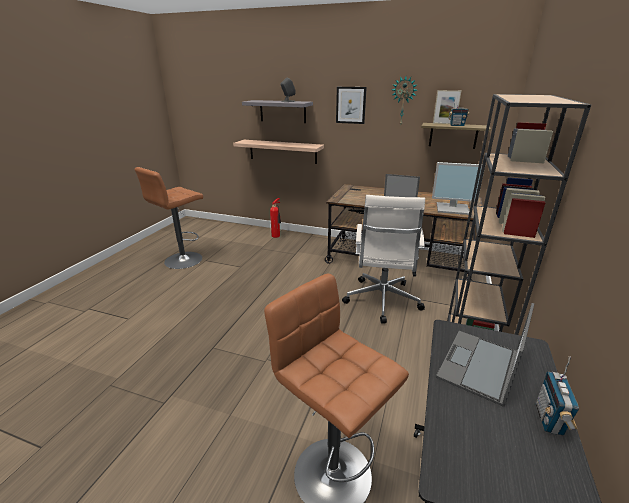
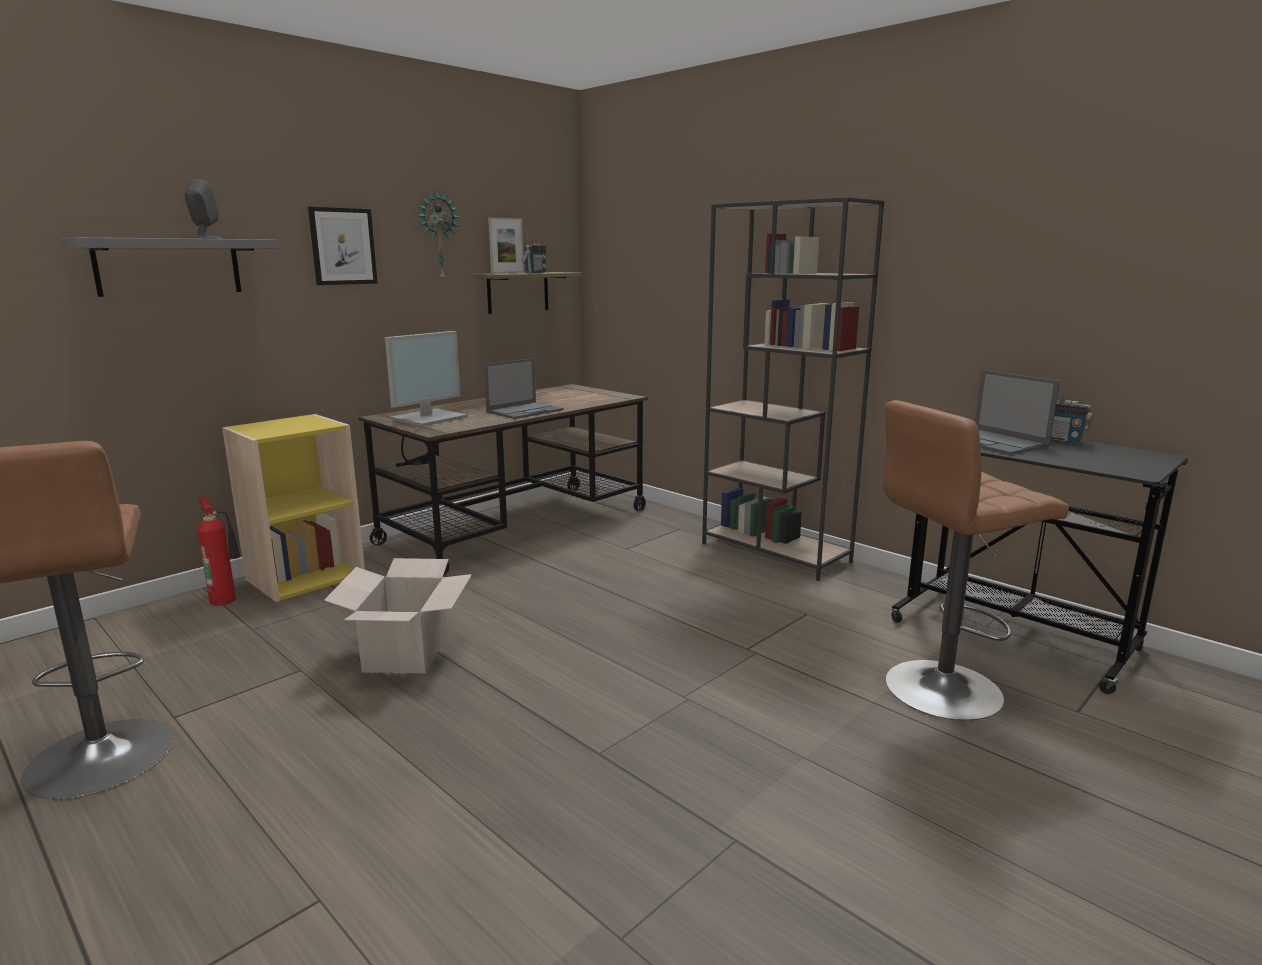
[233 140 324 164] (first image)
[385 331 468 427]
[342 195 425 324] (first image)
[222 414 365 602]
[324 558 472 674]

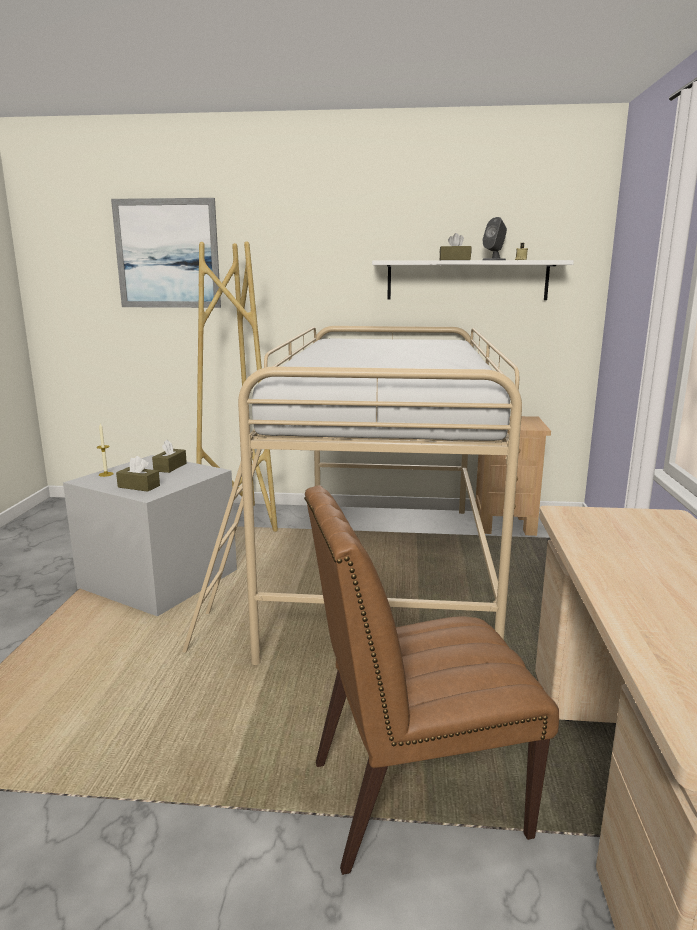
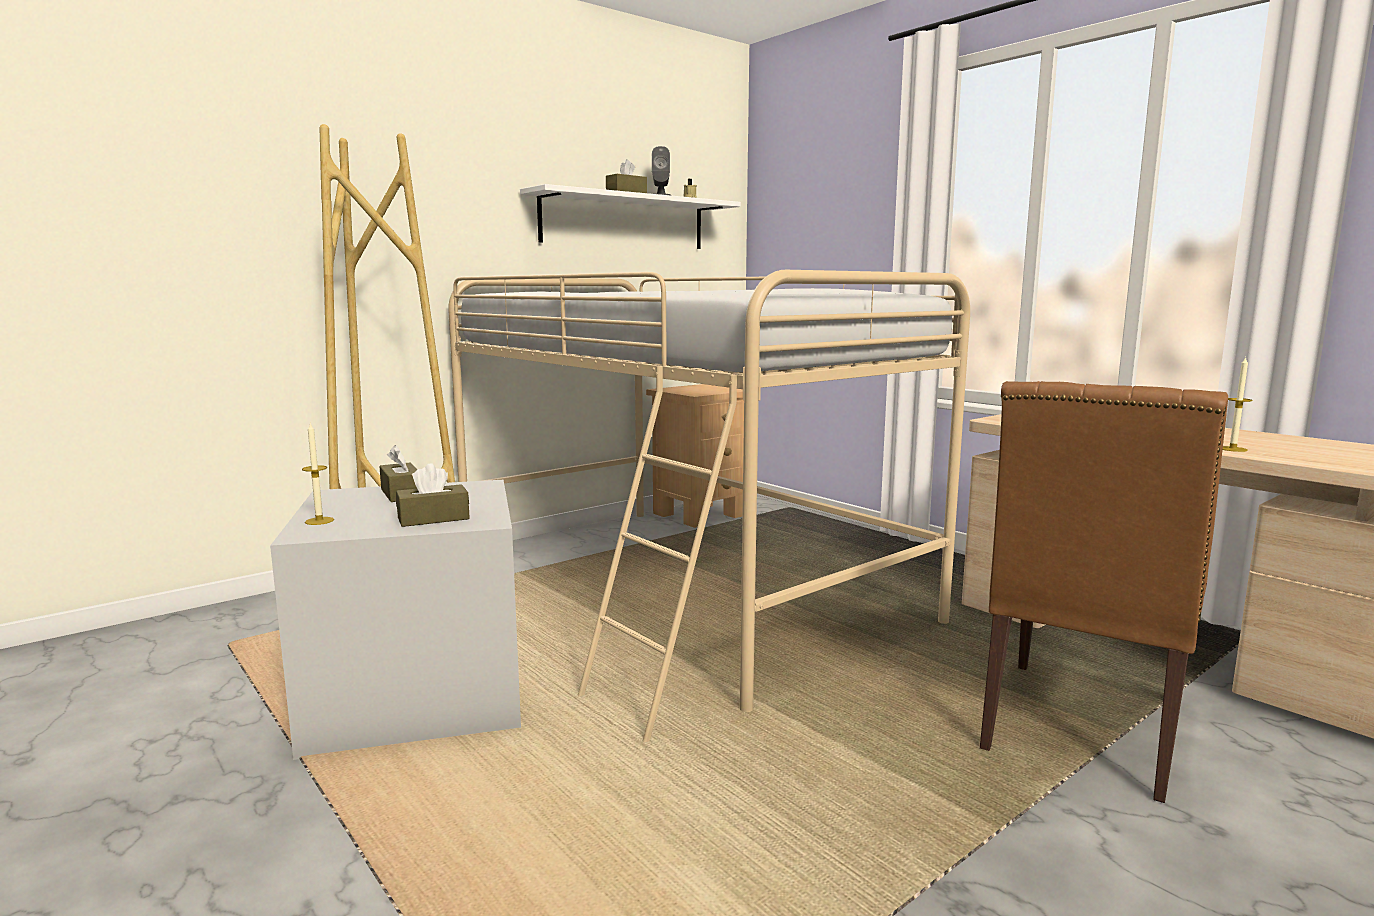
[111 198 221 308] (first image)
[1223 357 1253 452]

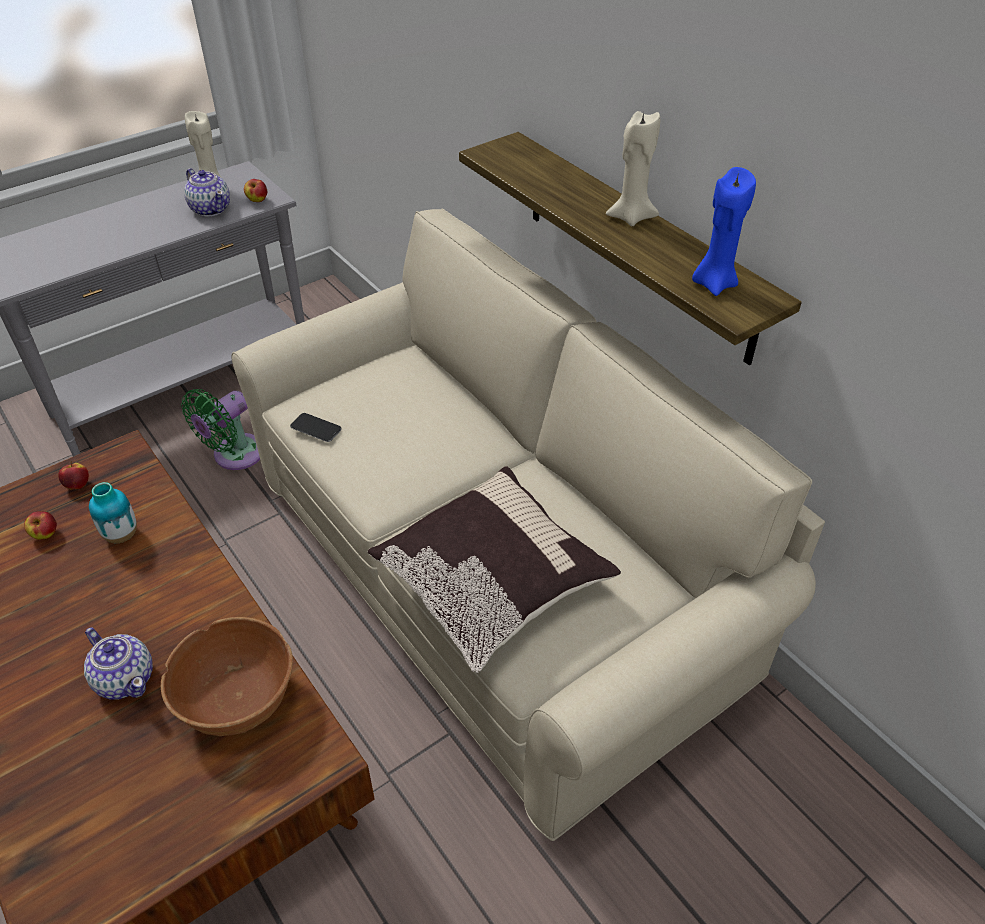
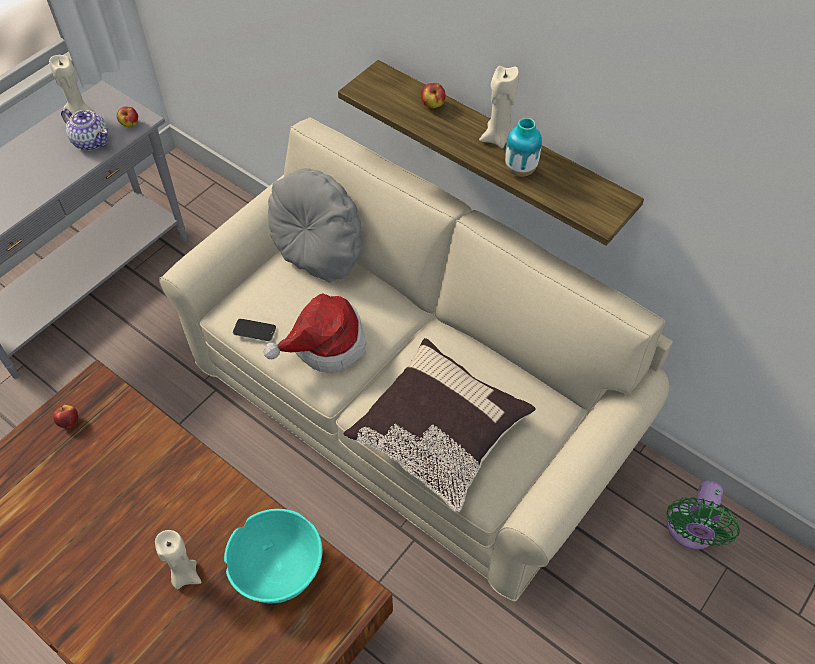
[692 167 756 296] (first image)
[667 481 740 550]
[505 117 542 177]
[421 83 446 108]
[224 509 322 604]
[155 530 201 589]
[268 168 362 283]
[263 293 366 373]

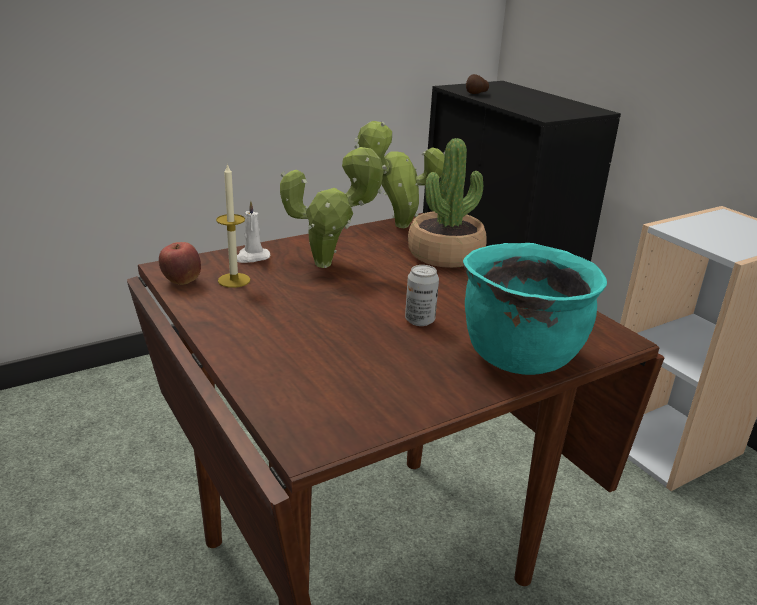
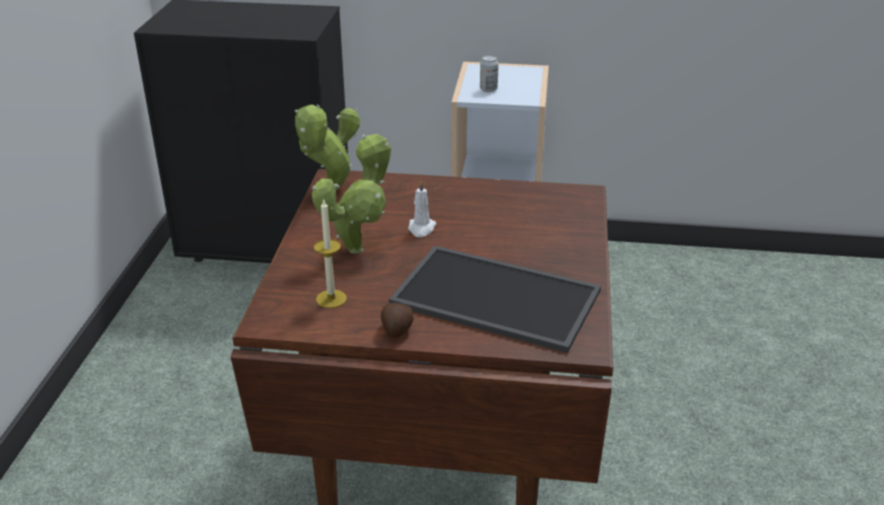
[381 303 414 338]
[408 138 487 268] (first image)
[408 180 437 237]
[159 242 201 285] (first image)
[463 243 607 375] (first image)
[480 55 499 92]
[389 246 601 353]

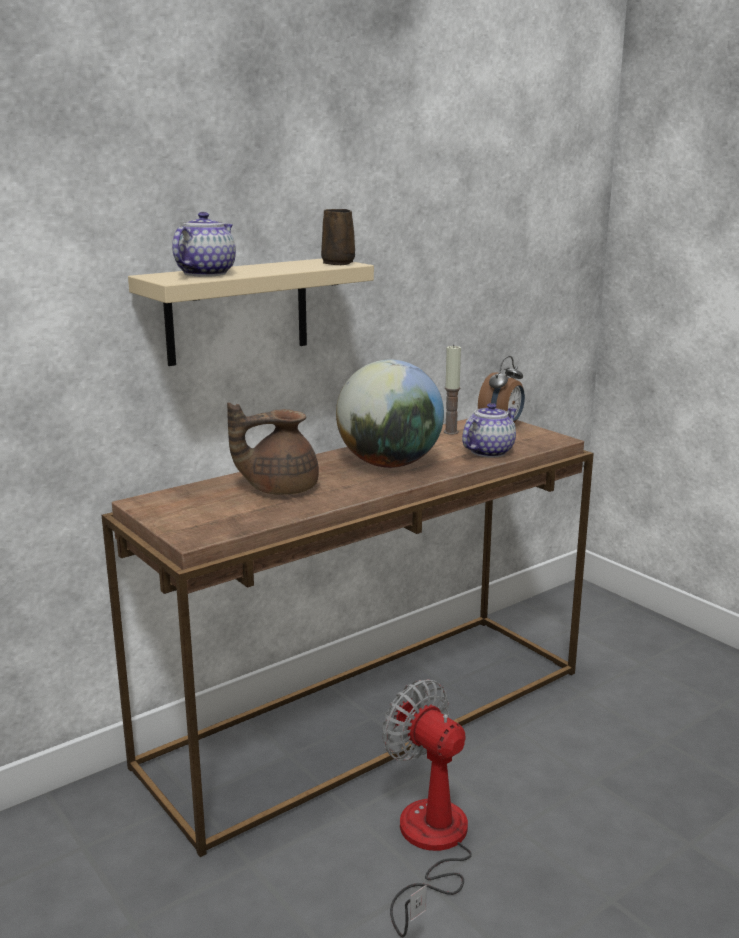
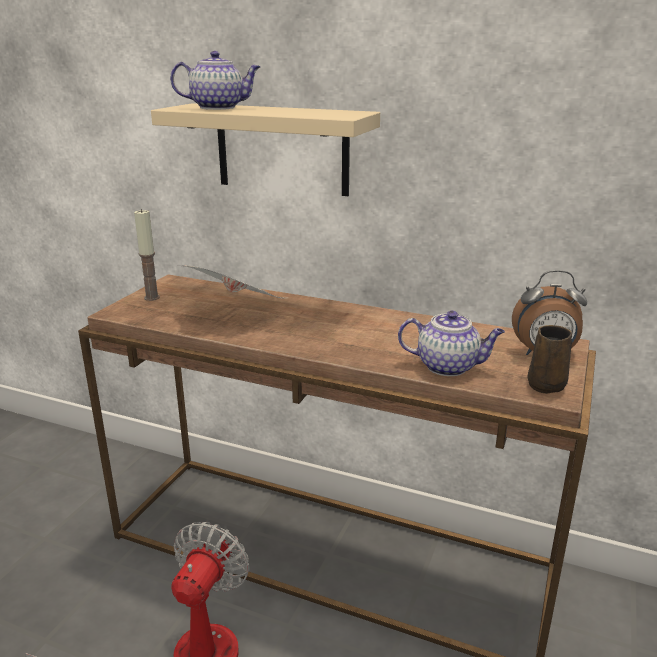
[527 325 572 394]
[134 209 160 301]
[336 359 444 468] (first image)
[184 265 286 299]

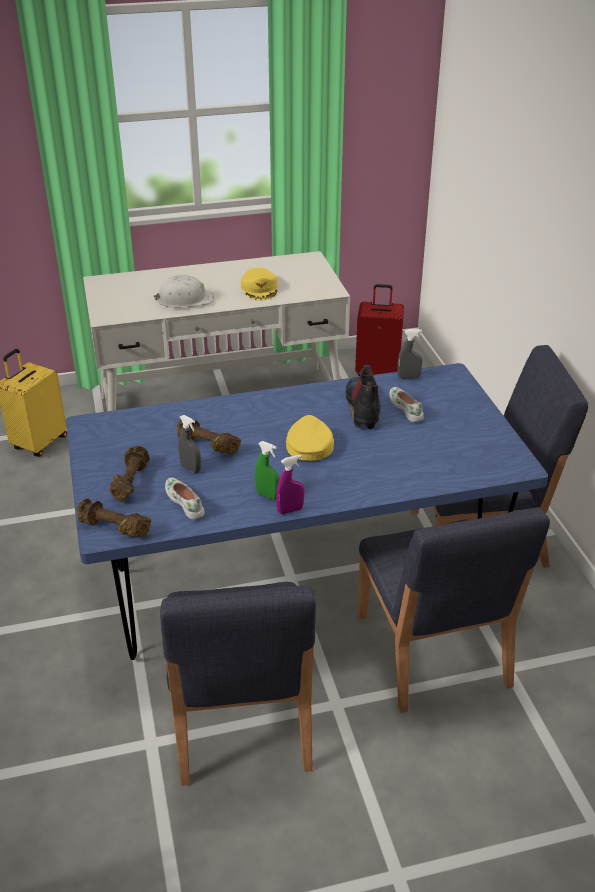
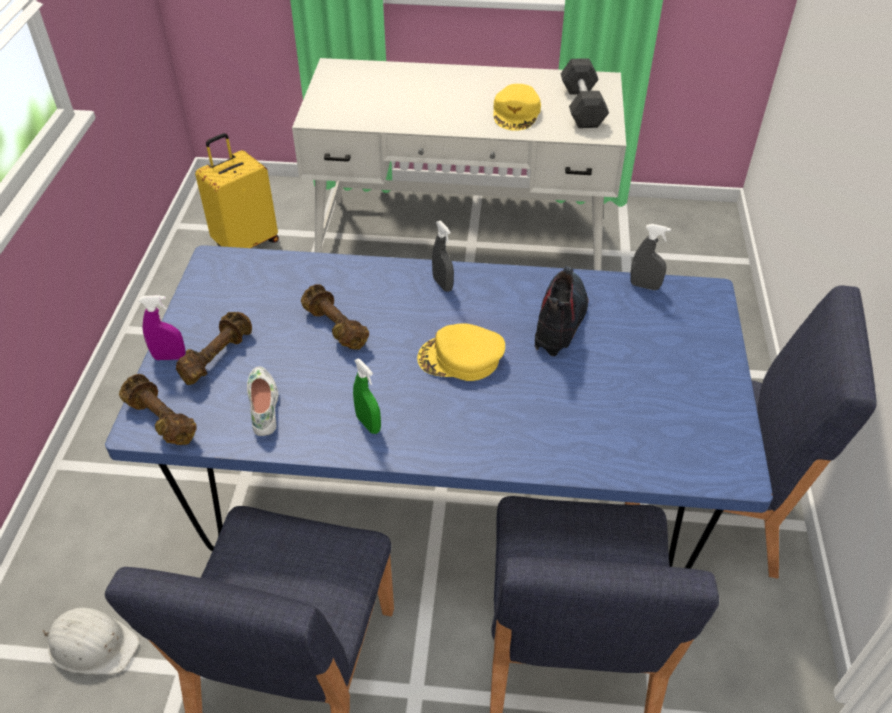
[43 608 140 675]
[355 284 404 376] (first image)
[389 387 424 422] (first image)
[432 221 454 292]
[417 323 505 381]
[139 295 186 360]
[561 58 609 128]

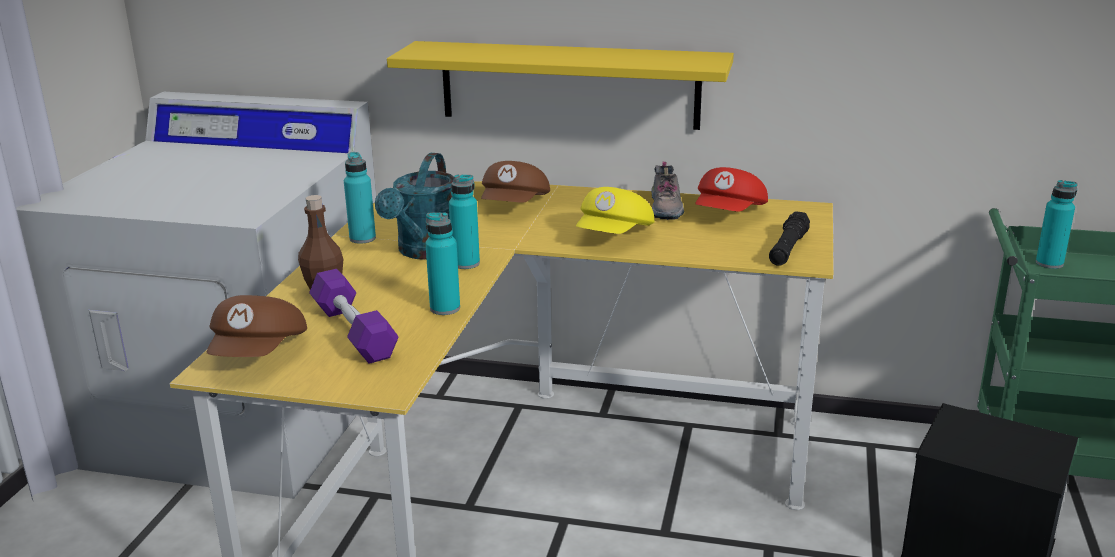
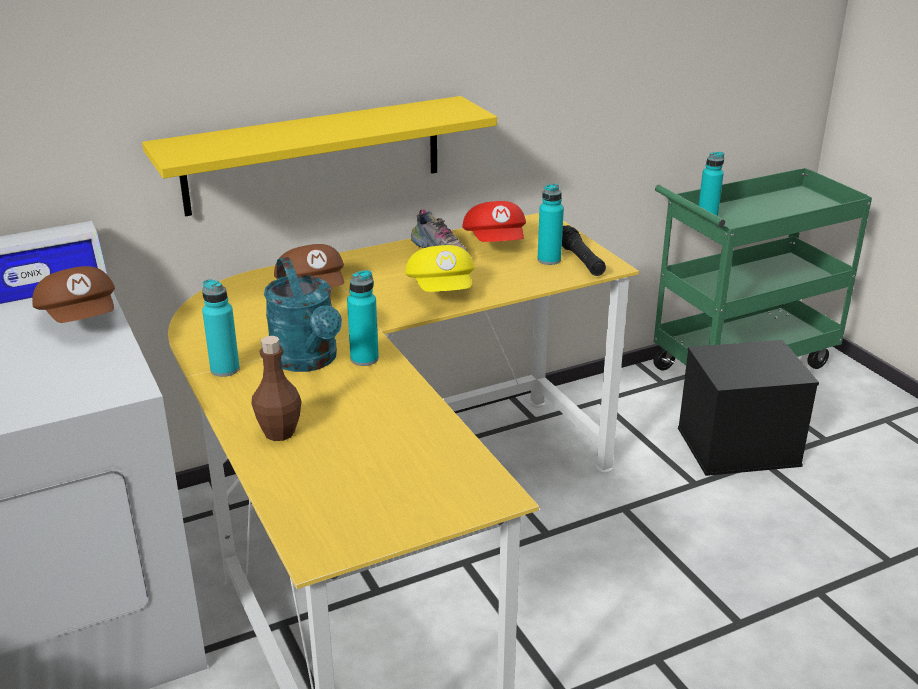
[537 183 564 265]
[309 269 399 364] (first image)
[32 266 115 323]

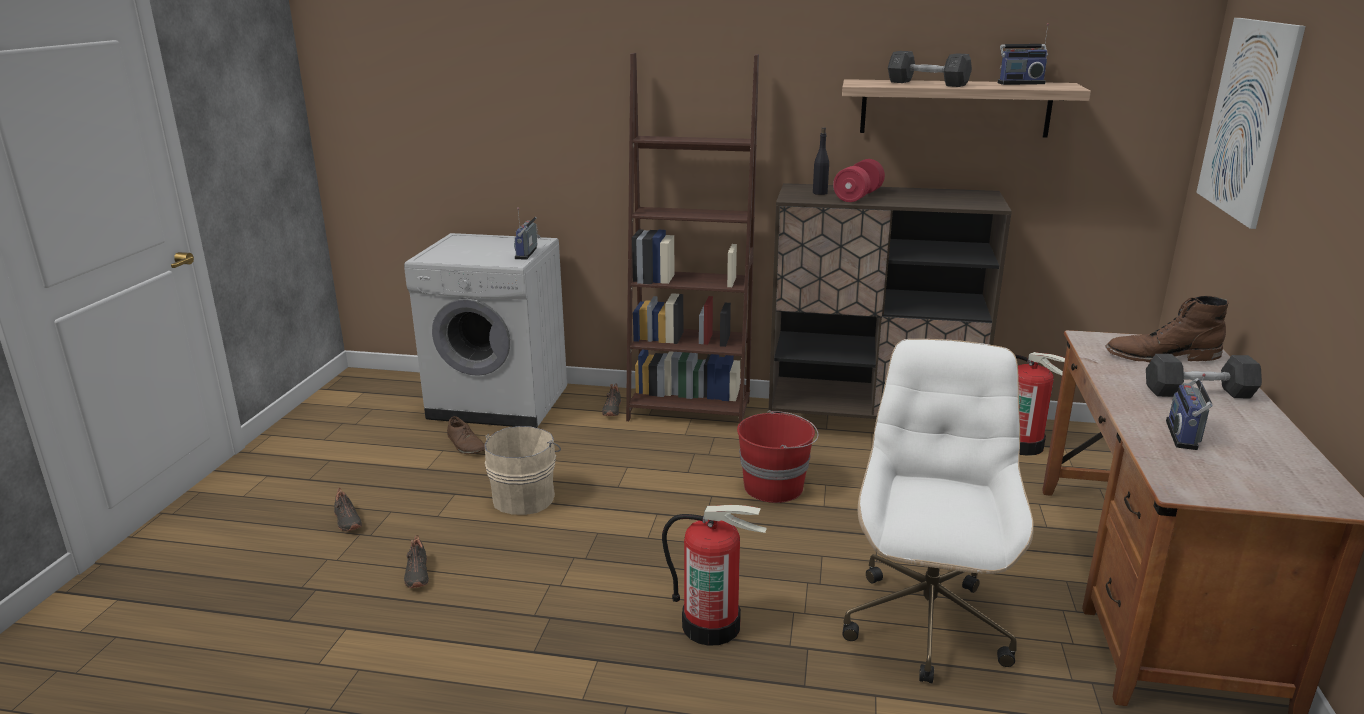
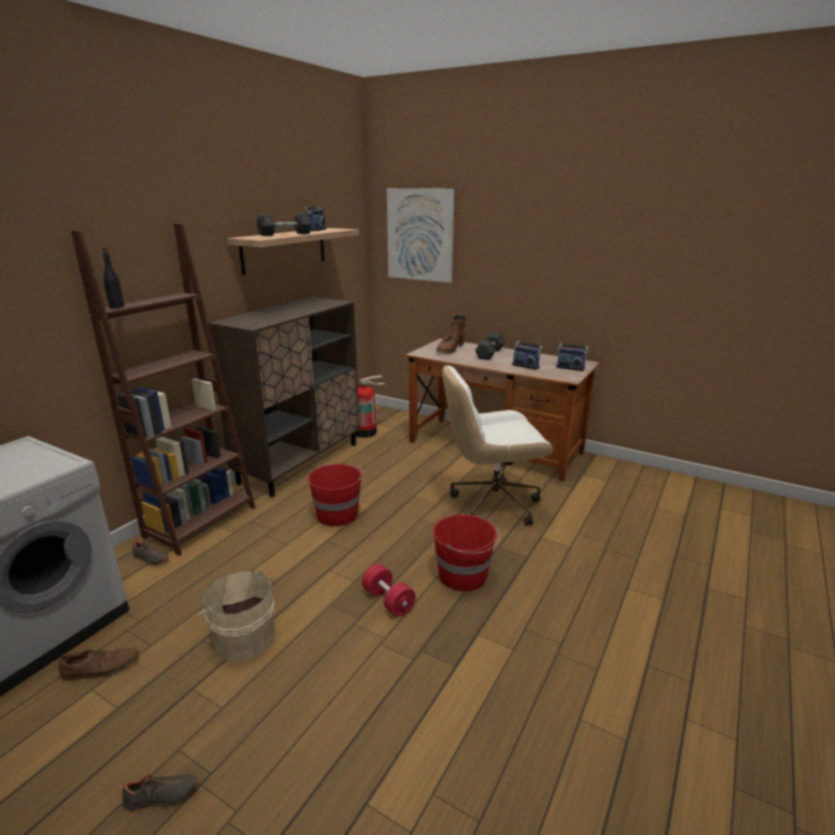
[102 247 124 308]
[362 564 416 617]
[556 335 588 371]
[442 365 553 525]
[433 514 500 592]
[404 535 429 588] (first image)

